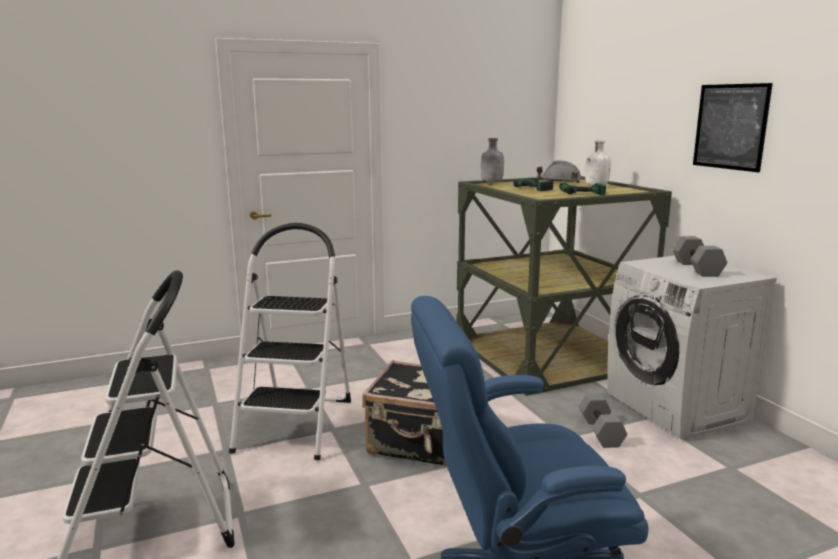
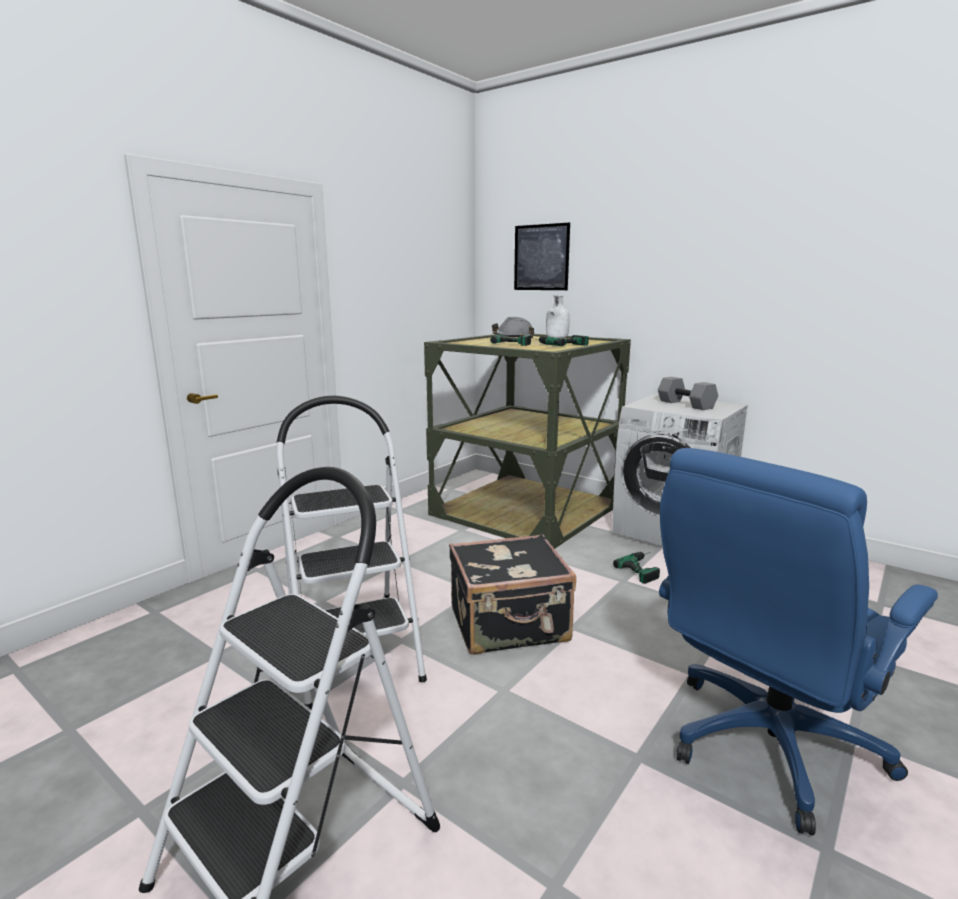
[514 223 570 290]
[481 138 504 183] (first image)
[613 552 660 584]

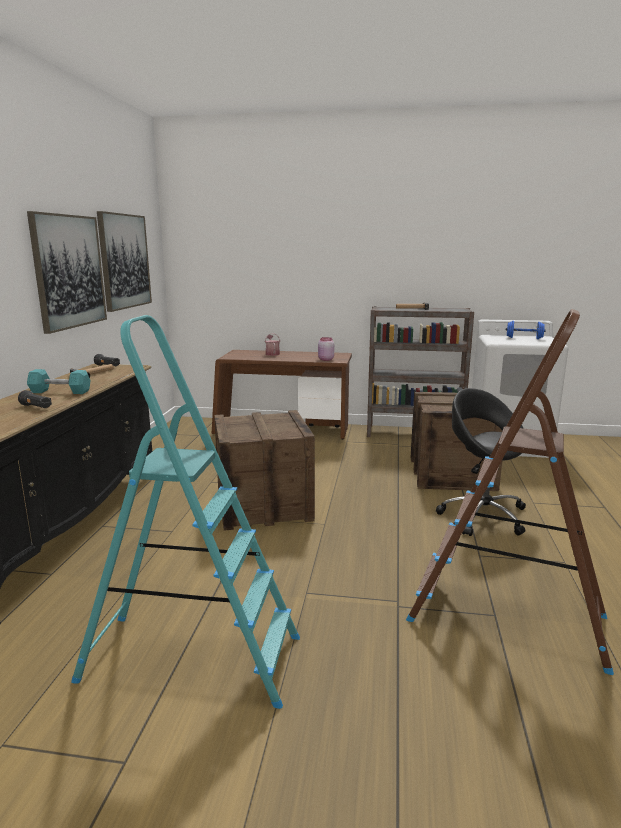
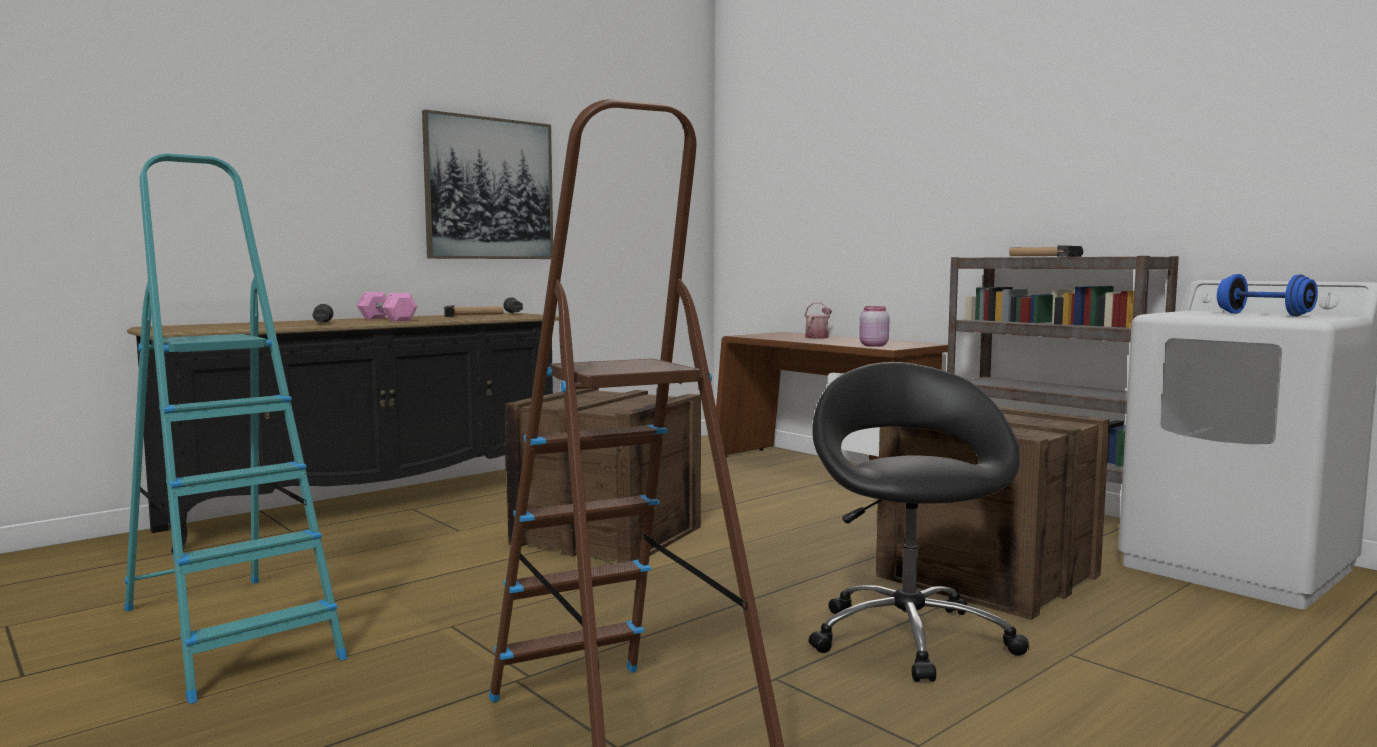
[97 211 152 312] (first image)
[357 292 417 321]

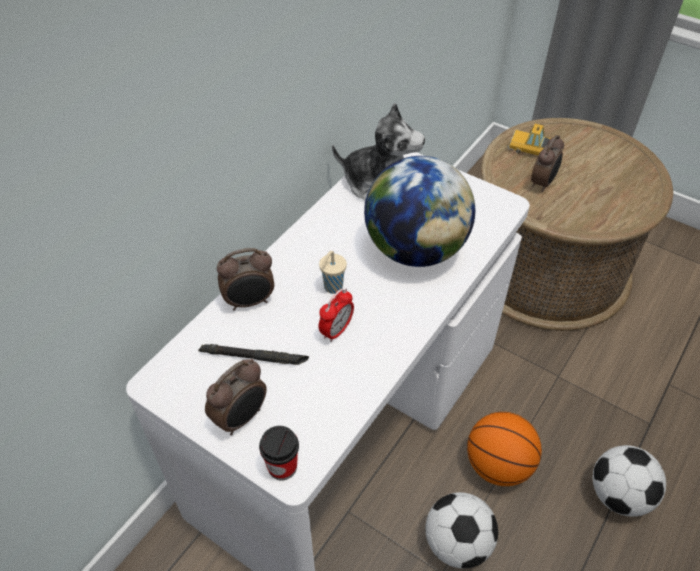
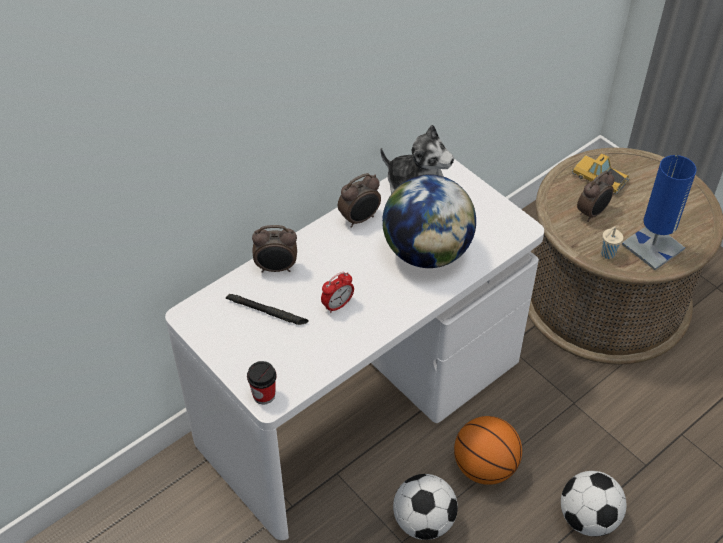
[601 226 623 259]
[338 173 381 228]
[622 155 696 270]

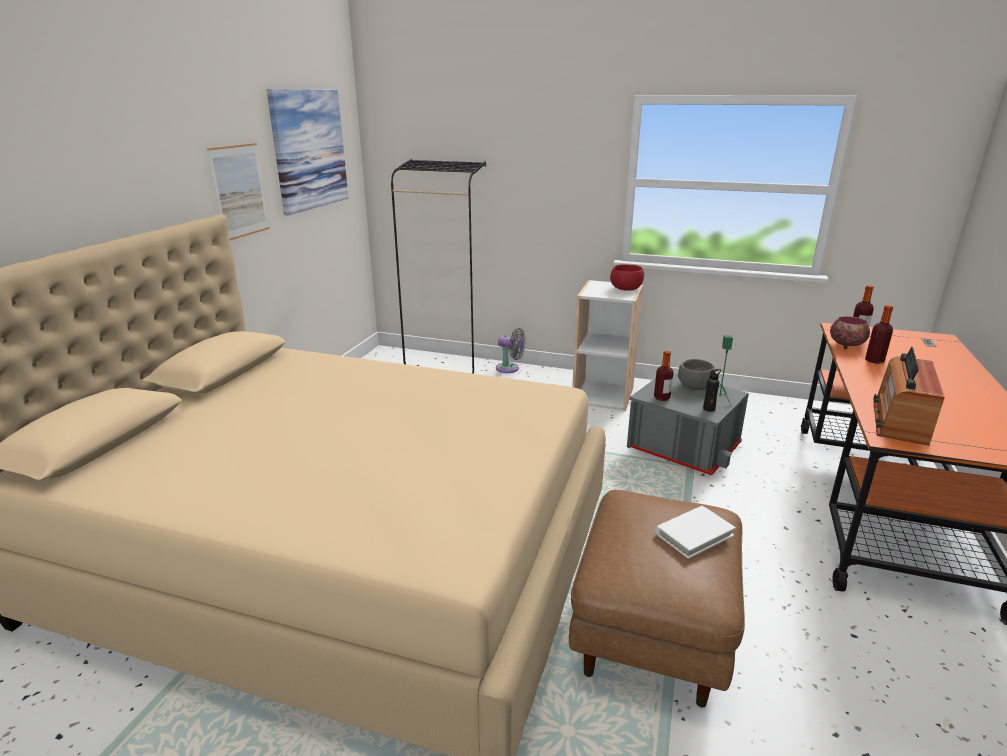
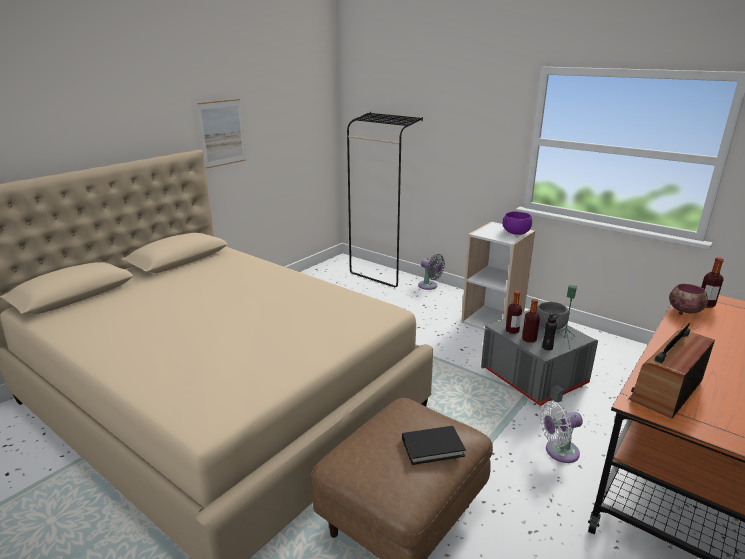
[267 89 348 215] (first image)
[503 211 532 235]
[522 299 540 343]
[402 426 466 465]
[540 401 583 463]

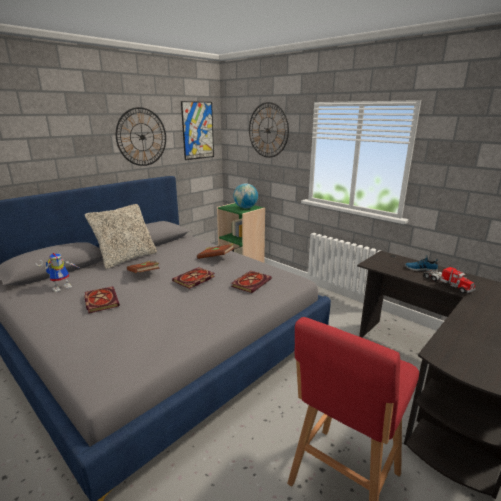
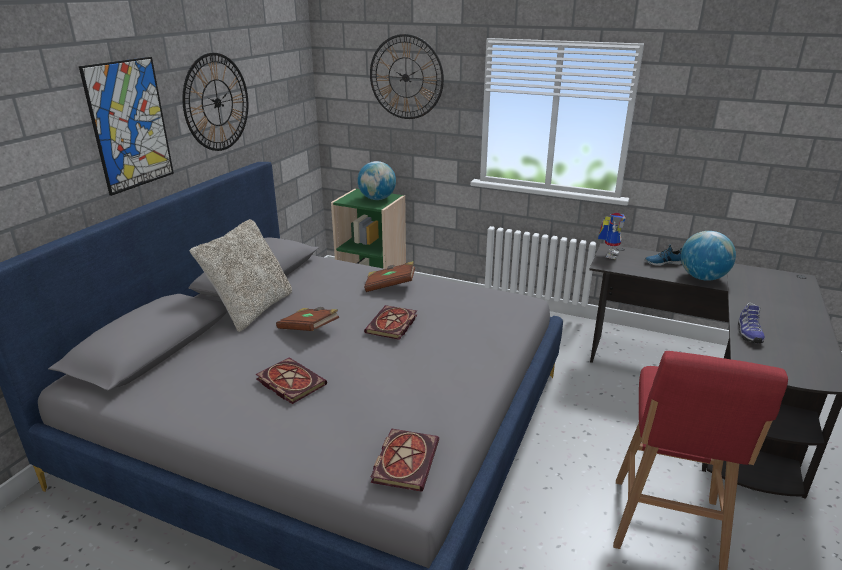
[79 57 174 196]
[598 213 626 259]
[681 231 736 281]
[371 428 439 492]
[738 303 765 344]

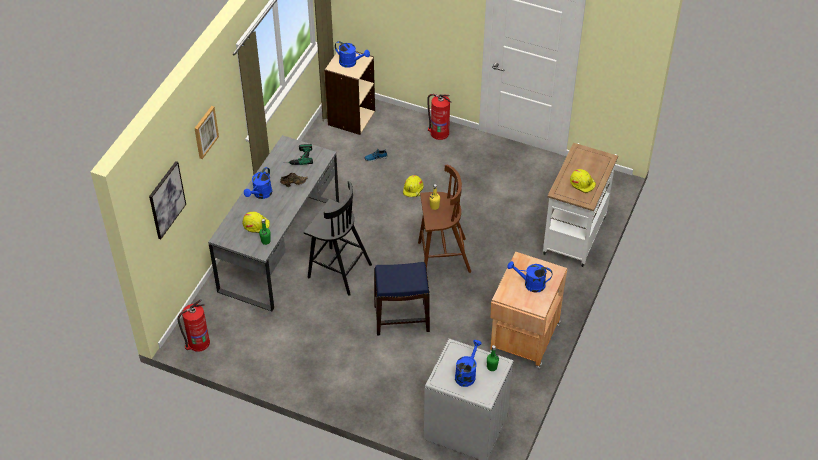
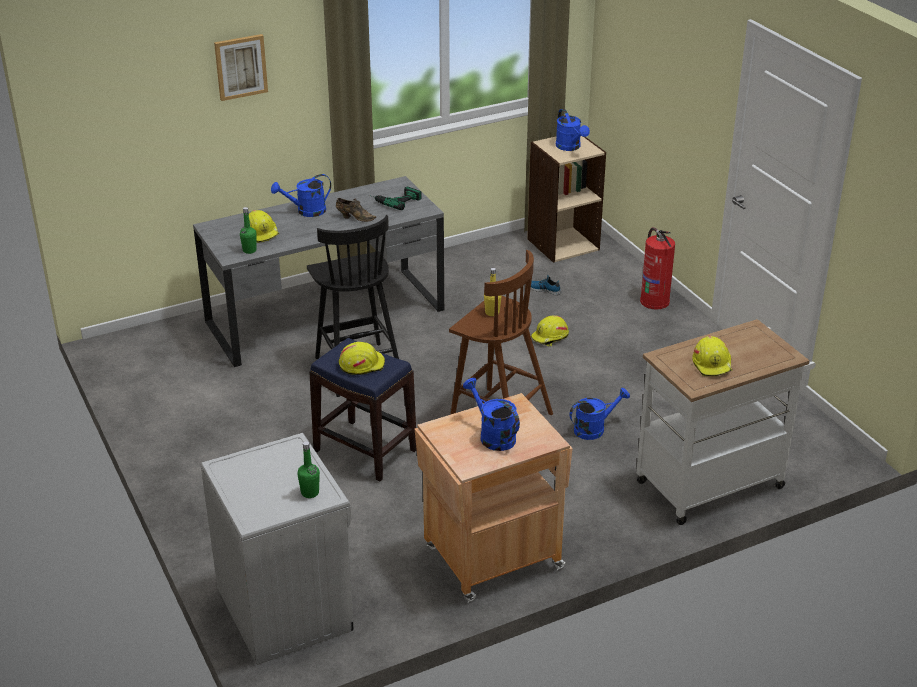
[149 161 186 239] (first image)
[178 299 210 352] (first image)
[570 388 630 440]
[339 342 385 375]

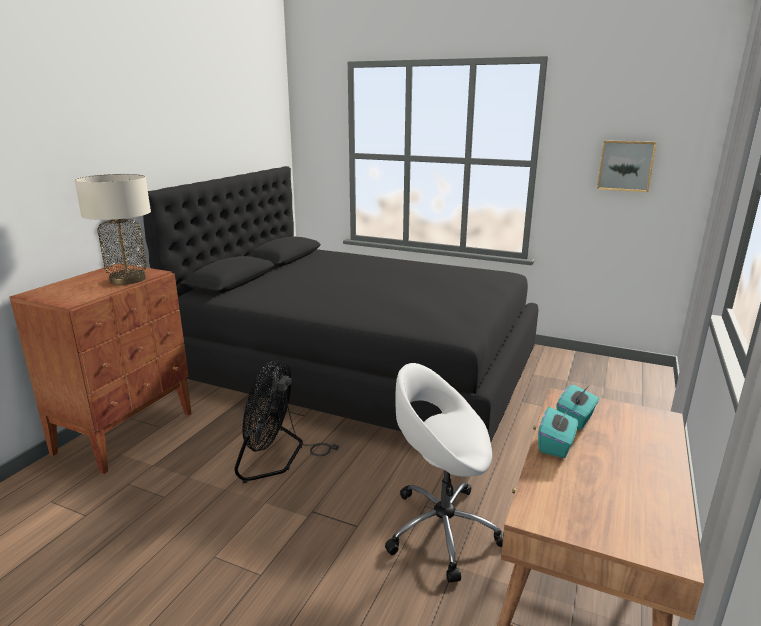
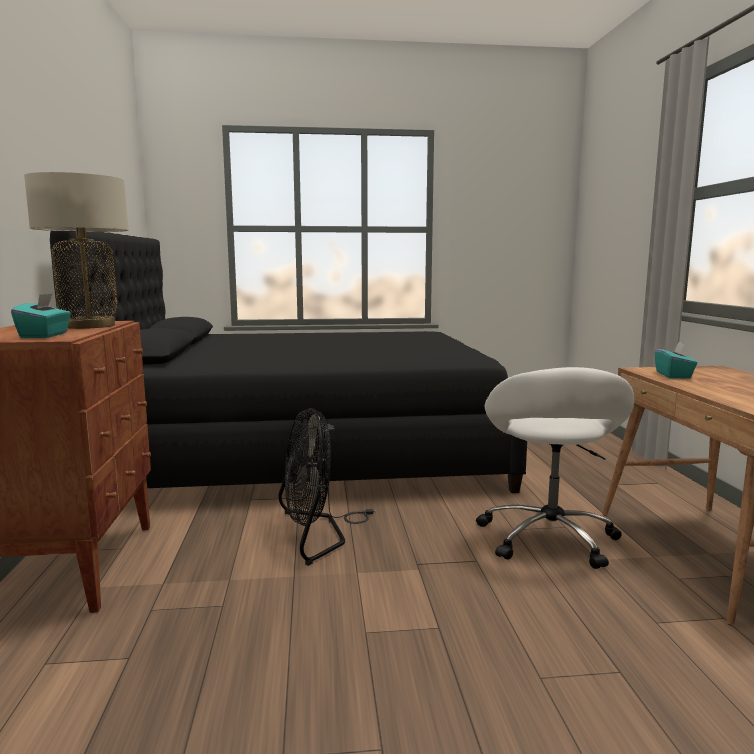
[597 140 657 192] (first image)
[476 367 634 569]
[11 293 71 338]

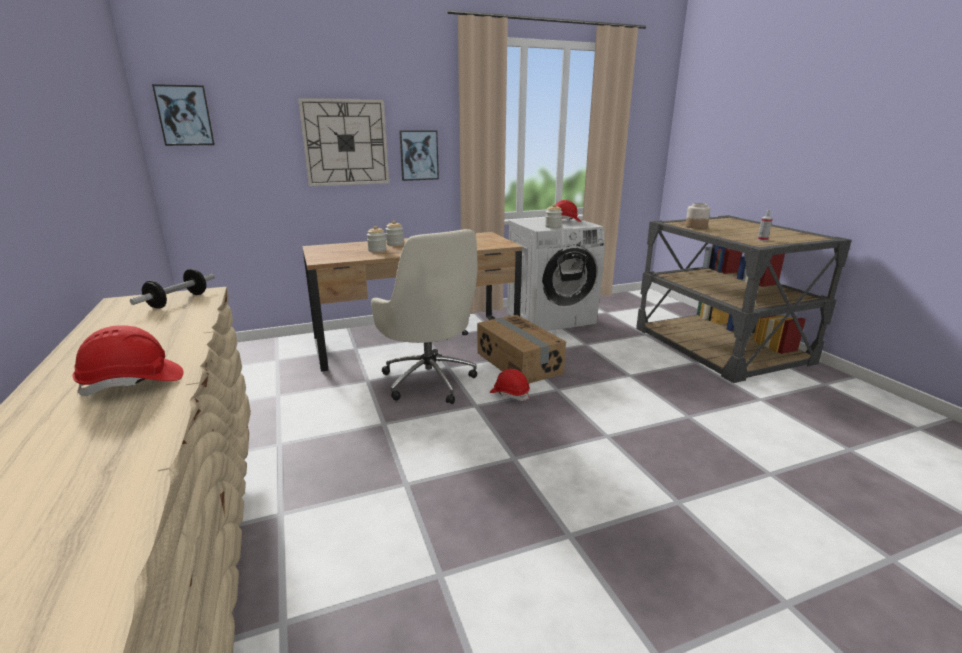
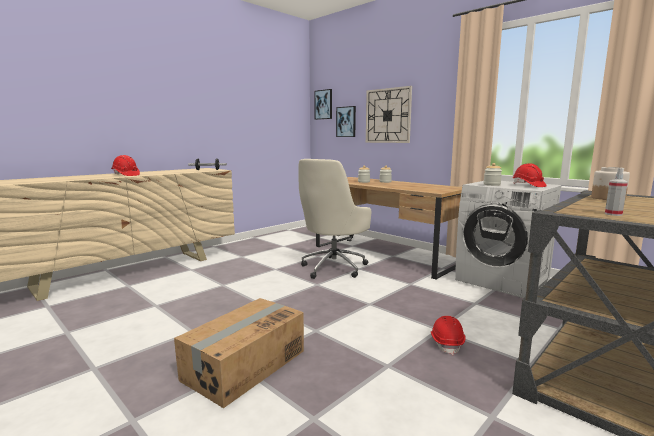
[336 106 356 137]
[174 298 304 408]
[431 316 466 355]

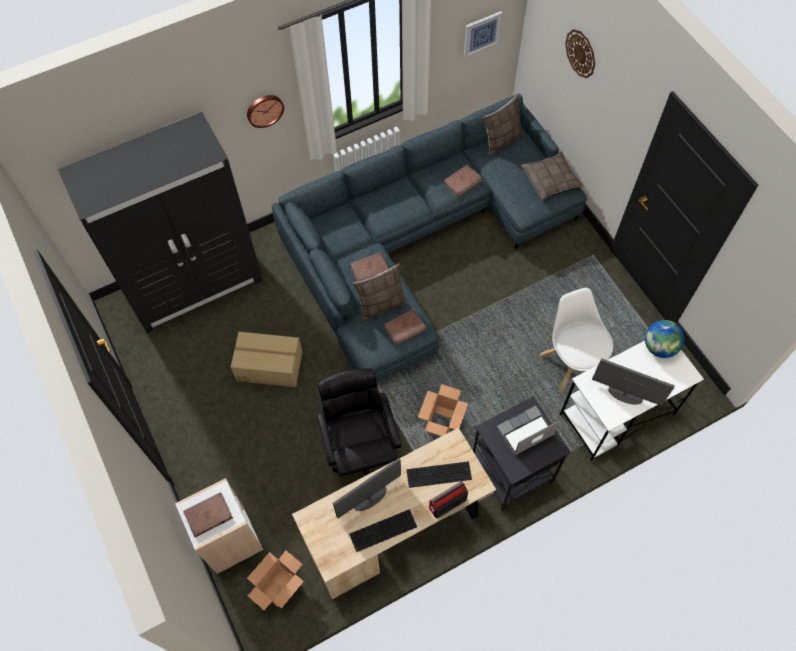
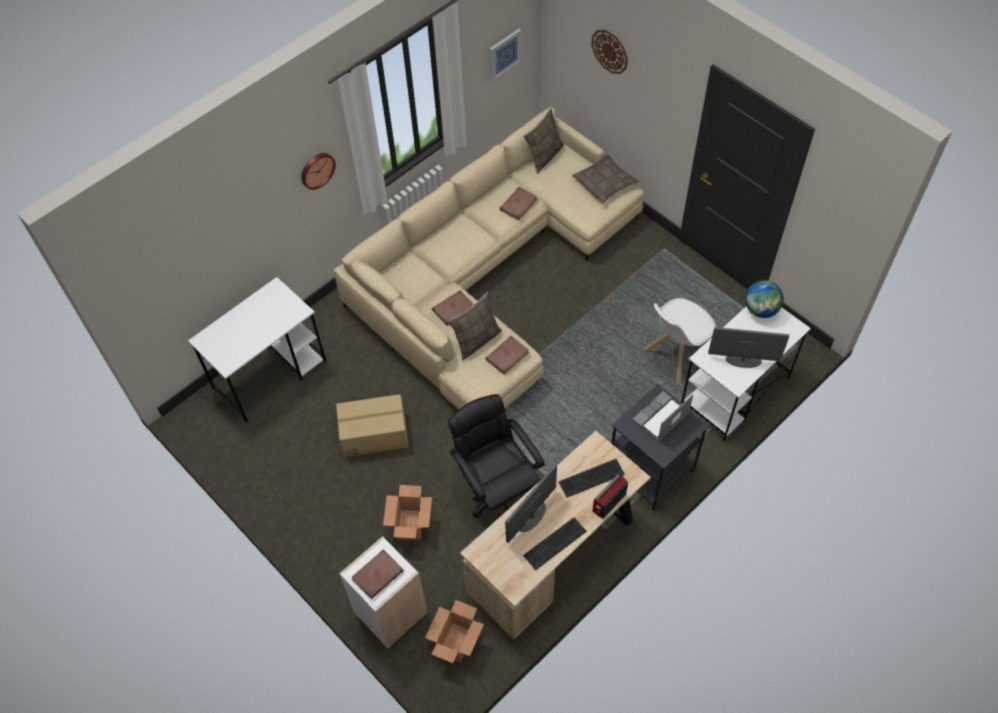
[334 107 644 410]
[188 277 326 423]
[644 298 716 384]
[383 485 432 541]

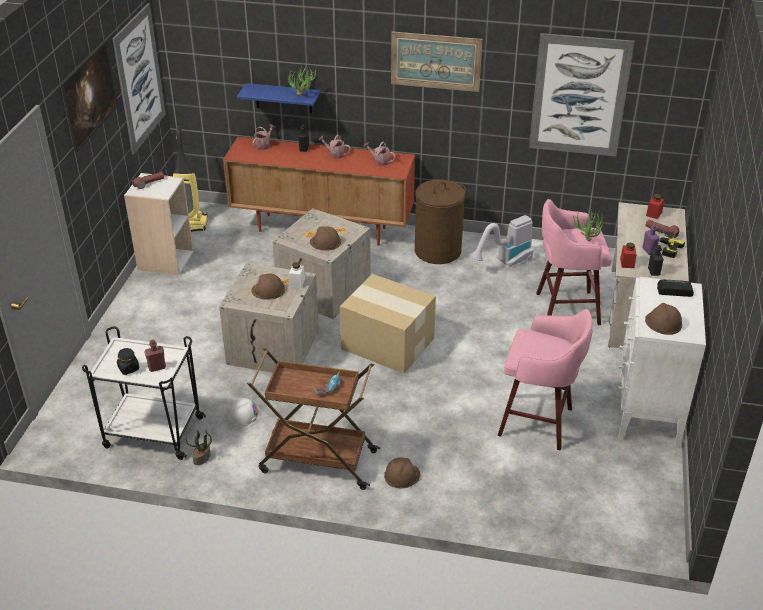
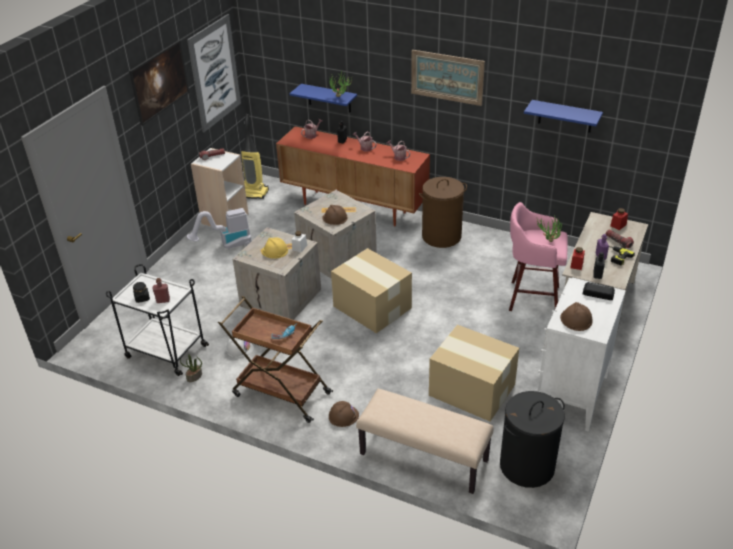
[524 100 603 133]
[187 208 252 250]
[261 238 288 259]
[429 325 519 421]
[356 389 493 494]
[500 391 565 488]

